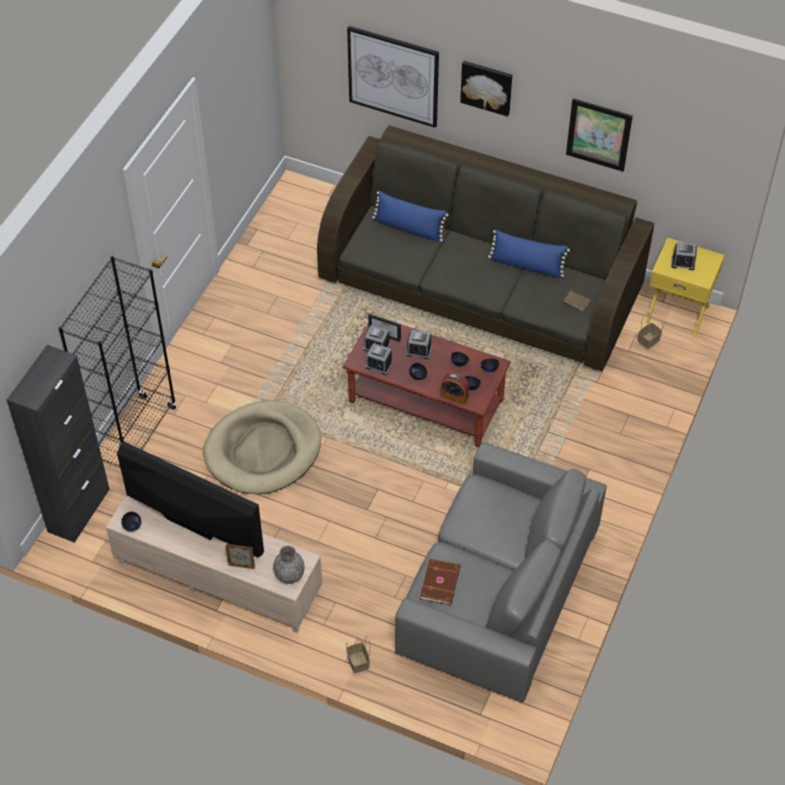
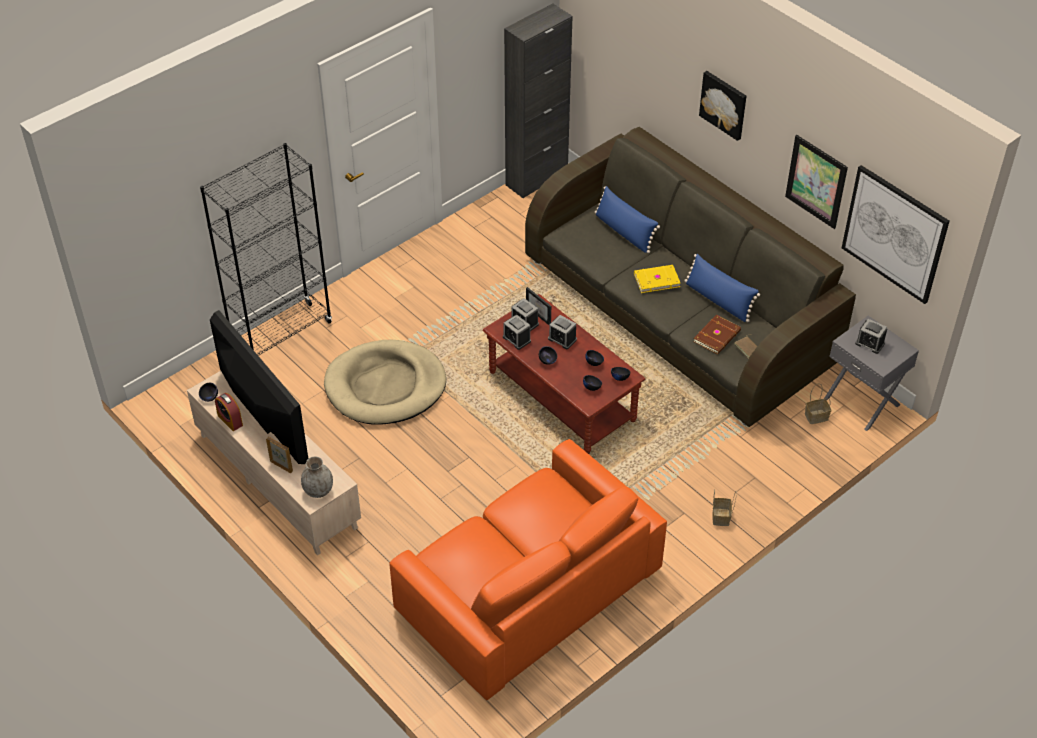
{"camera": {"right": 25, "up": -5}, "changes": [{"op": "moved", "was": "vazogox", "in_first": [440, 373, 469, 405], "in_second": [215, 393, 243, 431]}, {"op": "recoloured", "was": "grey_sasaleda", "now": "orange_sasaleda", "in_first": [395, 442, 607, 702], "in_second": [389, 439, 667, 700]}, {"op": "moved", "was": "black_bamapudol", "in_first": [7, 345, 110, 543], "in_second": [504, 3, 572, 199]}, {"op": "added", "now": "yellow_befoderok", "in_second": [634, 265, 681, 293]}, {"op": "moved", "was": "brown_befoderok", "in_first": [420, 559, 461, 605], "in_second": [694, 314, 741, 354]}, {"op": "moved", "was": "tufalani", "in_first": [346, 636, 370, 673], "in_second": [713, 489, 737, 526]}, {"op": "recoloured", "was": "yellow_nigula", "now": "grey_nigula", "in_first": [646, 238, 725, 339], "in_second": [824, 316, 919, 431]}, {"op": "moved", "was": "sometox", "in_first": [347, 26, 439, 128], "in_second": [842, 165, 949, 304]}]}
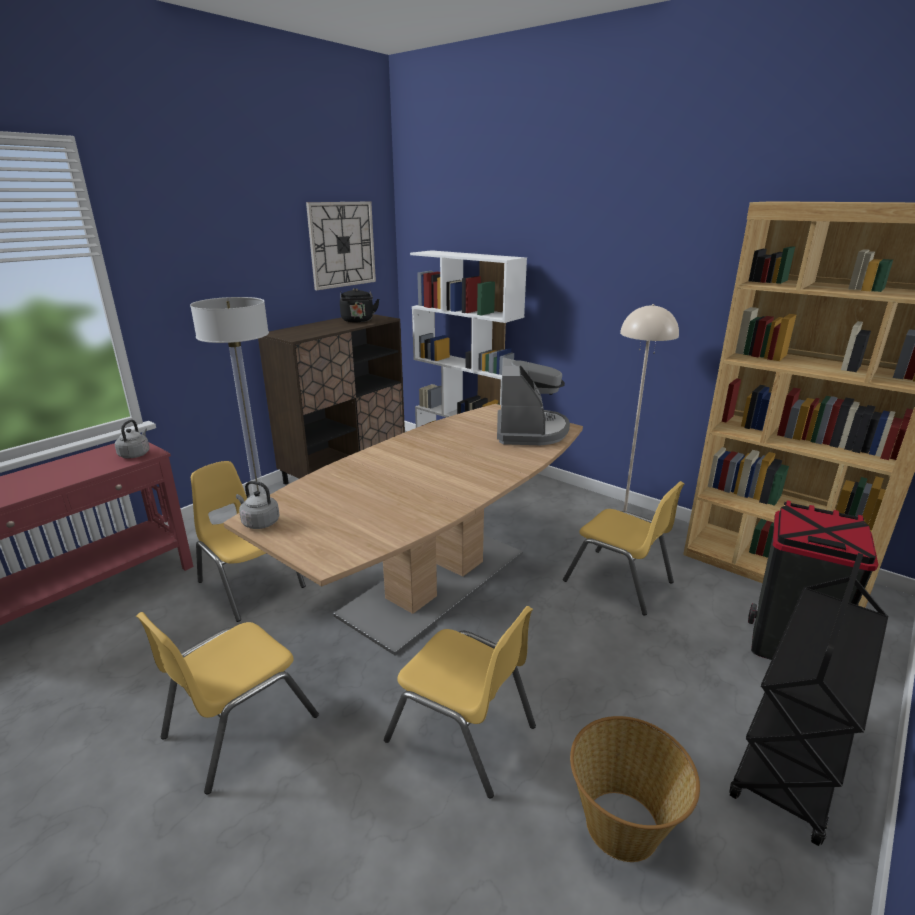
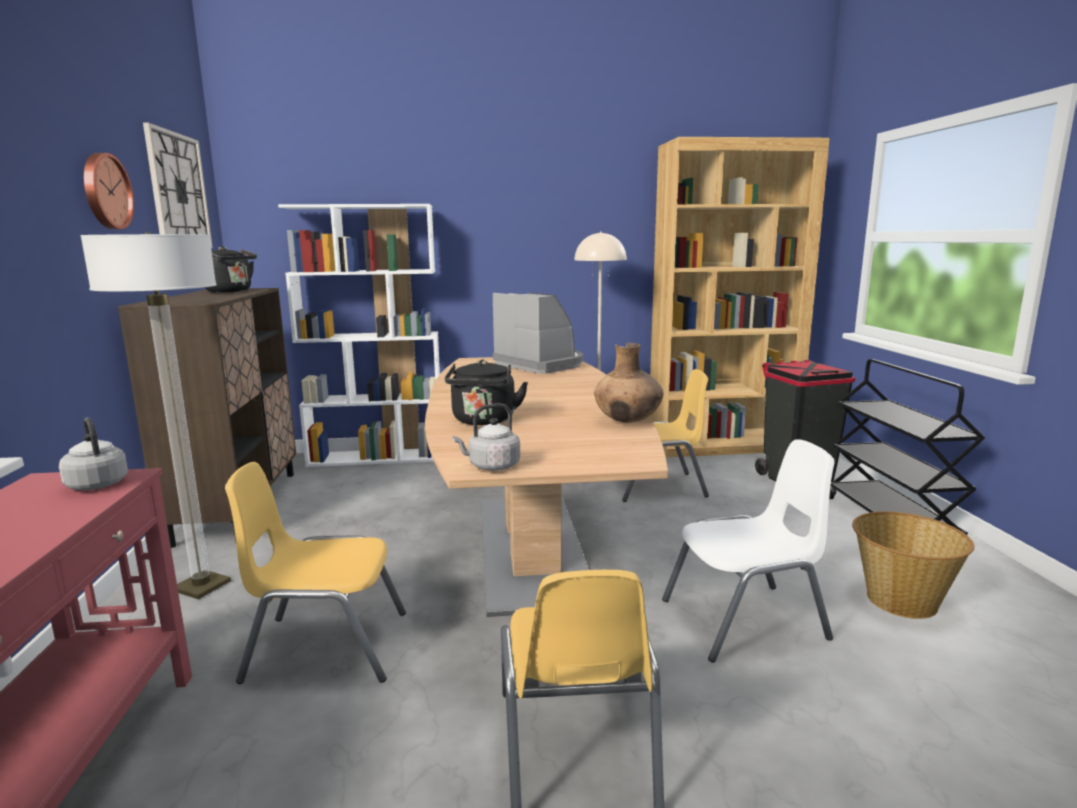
{"camera": {"right": -45, "up": -10}, "changes": [{"op": "added", "now": "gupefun", "in_second": [84, 153, 134, 229]}, {"op": "added", "now": "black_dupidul", "in_second": [445, 360, 528, 425]}, {"op": "added", "now": "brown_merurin", "in_second": [594, 343, 663, 423]}, {"op": "recoloured", "was": "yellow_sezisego", "now": "white_sezisego", "in_first": [384, 606, 536, 798], "in_second": [662, 440, 835, 663]}]}
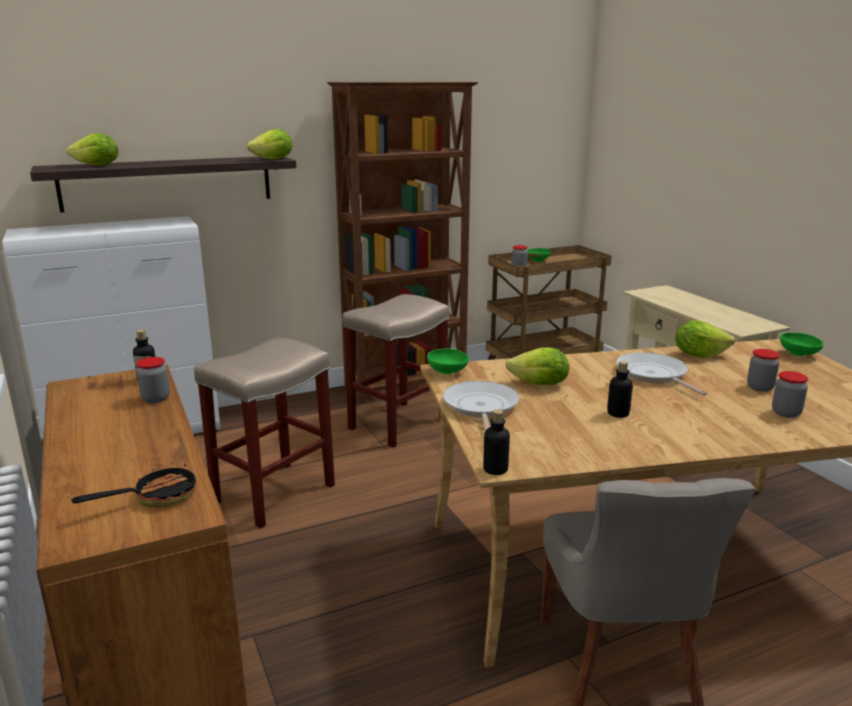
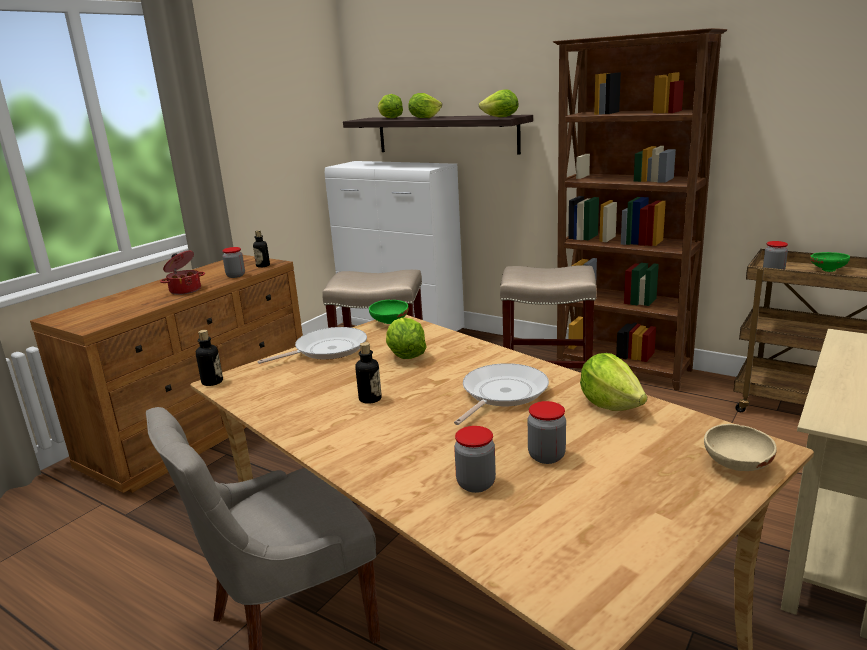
{"camera": {"right": 60, "up": 0}, "changes": [{"op": "added", "now": "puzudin", "in_second": [160, 251, 205, 295]}, {"op": "added", "now": "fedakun", "in_second": [408, 93, 442, 118]}, {"op": "recoloured", "was": "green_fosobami", "now": "beige_fosobami", "in_first": [780, 332, 824, 356], "in_second": [704, 424, 777, 471]}, {"op": "removed", "was": "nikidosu", "in_first": [71, 457, 197, 508]}]}
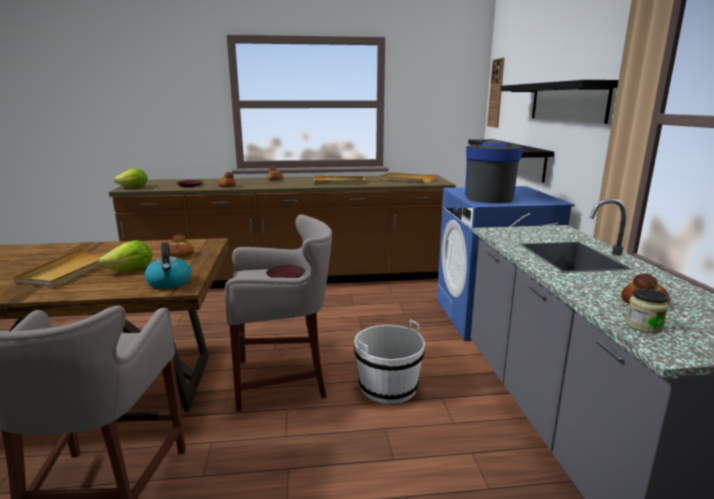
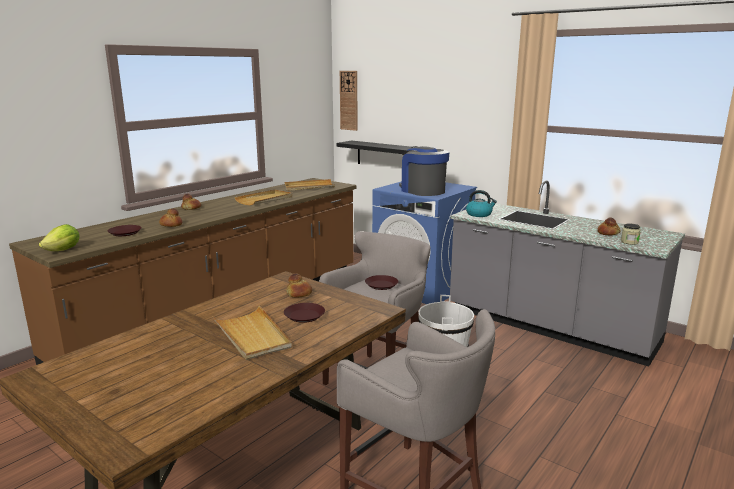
{"camera": {"right": -45, "up": 0}, "changes": [{"op": "replaced", "was": "fedakun", "now": "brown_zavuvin", "in_first": [98, 240, 152, 271], "in_second": [284, 303, 325, 323]}, {"op": "moved", "was": "dupidul", "in_first": [144, 242, 191, 289], "in_second": [466, 190, 497, 217]}, {"op": "removed", "was": "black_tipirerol", "in_first": [500, 80, 619, 124]}]}
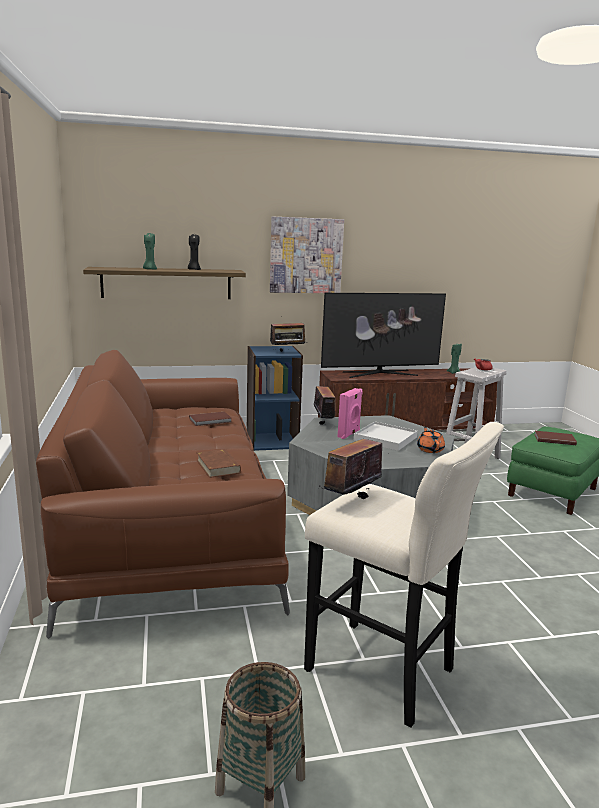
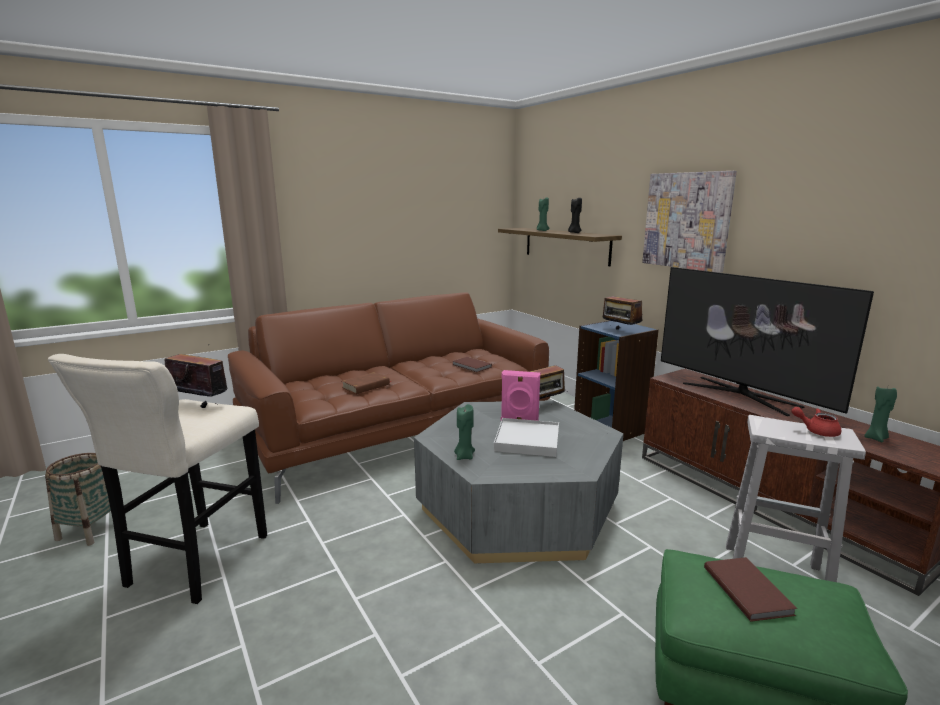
{"camera": {"right": 70, "up": 0}, "changes": [{"op": "added", "now": "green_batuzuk", "in_second": [454, 404, 475, 460]}, {"op": "removed", "was": "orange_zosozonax", "in_first": [417, 427, 445, 453]}]}
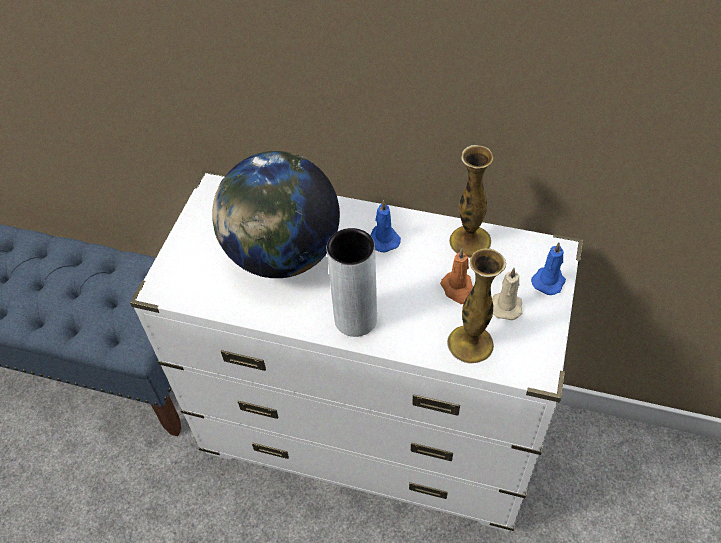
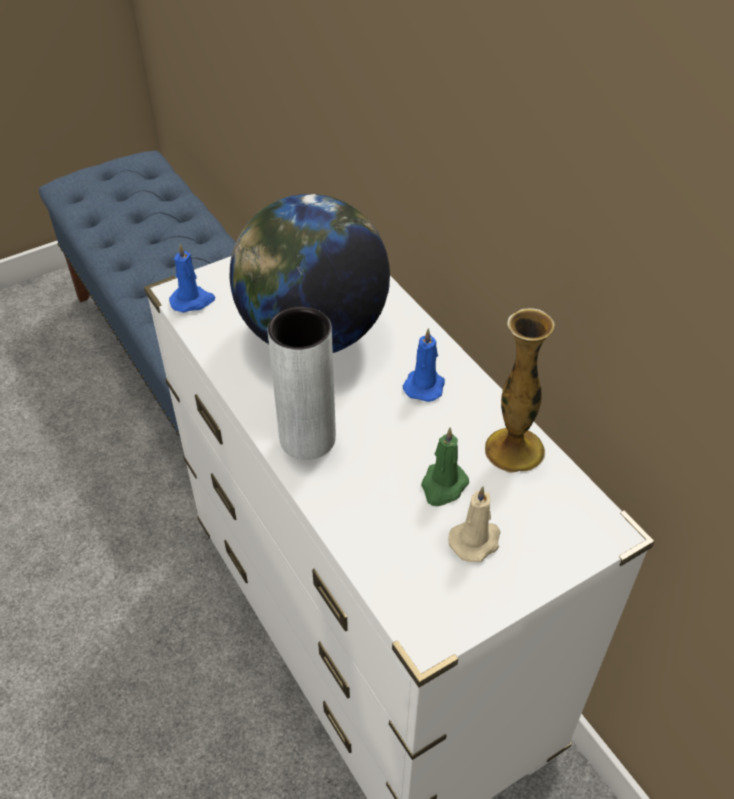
{"camera": {"right": 40, "up": -5}, "changes": [{"op": "moved", "was": "blue_batuzuk", "in_first": [531, 242, 566, 295], "in_second": [169, 243, 215, 313]}, {"op": "recoloured", "was": "orange_batuzuk", "now": "green_batuzuk", "in_first": [440, 249, 473, 304], "in_second": [421, 428, 469, 506]}, {"op": "removed", "was": "merurin", "in_first": [447, 248, 506, 364]}]}
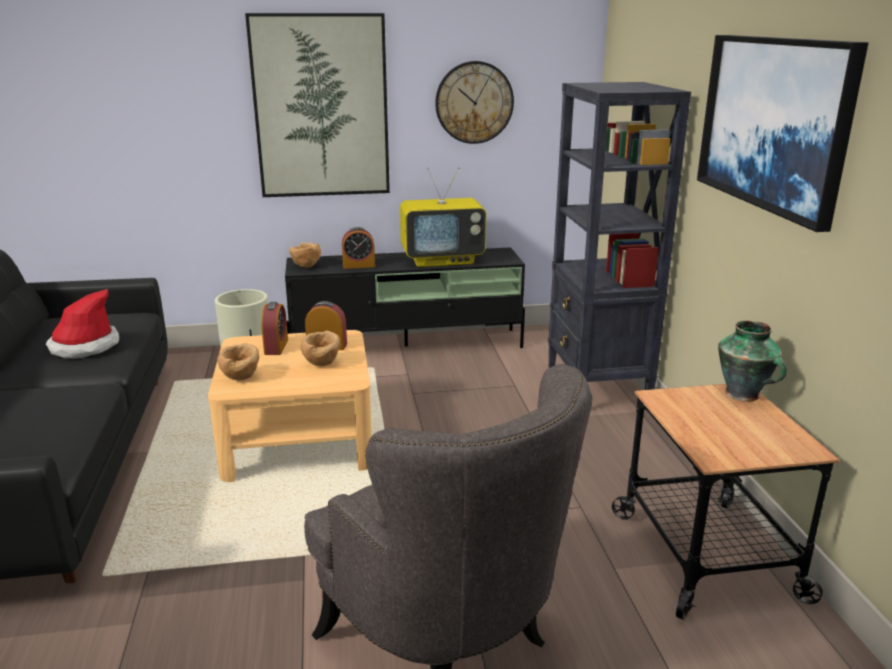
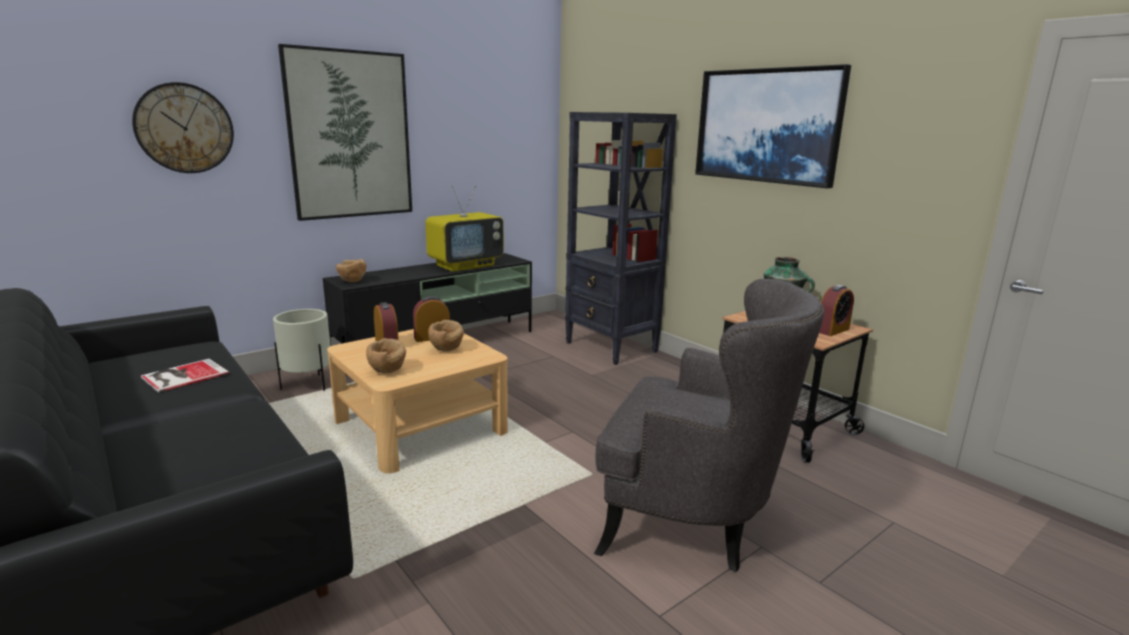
{"camera": {"right": -30, "up": -5}, "changes": [{"op": "moved", "was": "gupefun", "in_first": [435, 61, 514, 144], "in_second": [132, 82, 234, 173]}, {"op": "replaced", "was": "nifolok", "now": "befoderok", "in_first": [46, 289, 119, 359], "in_second": [141, 359, 229, 393]}, {"op": "moved", "was": "vazogox", "in_first": [342, 227, 375, 269], "in_second": [819, 285, 854, 336]}]}
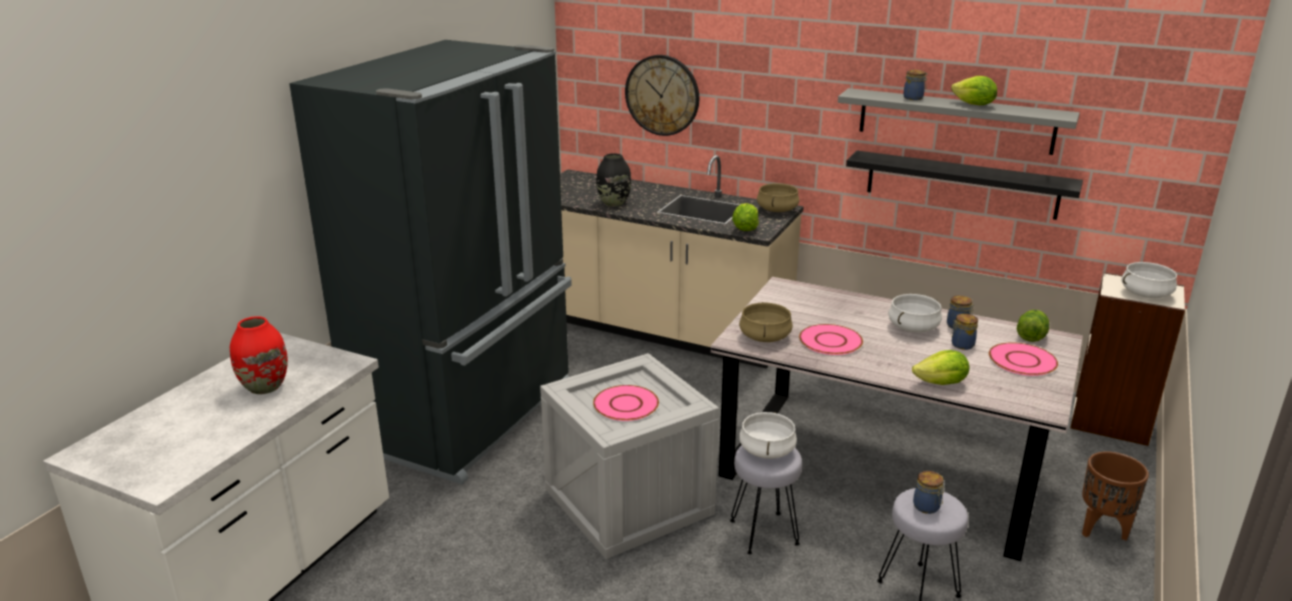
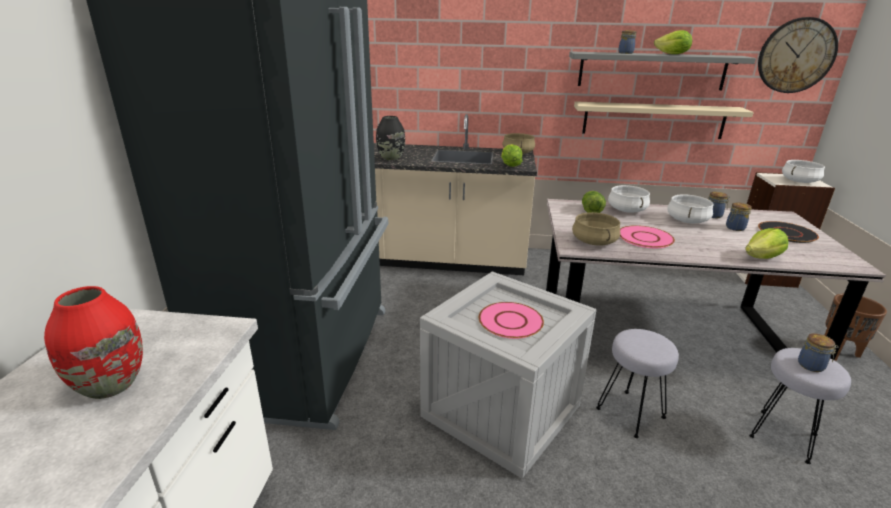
{"camera": {"right": -20, "up": 0}, "changes": [{"op": "recoloured", "was": "black_tipirerol", "now": "beige_tipirerol", "in_first": [846, 150, 1083, 220], "in_second": [574, 101, 754, 139]}, {"op": "moved", "was": "fedakun", "in_first": [1017, 310, 1049, 342], "in_second": [582, 191, 606, 213]}, {"op": "moved", "was": "white_puzudin", "in_first": [739, 412, 797, 459], "in_second": [608, 185, 650, 213]}, {"op": "moved", "was": "gupefun", "in_first": [625, 55, 699, 136], "in_second": [758, 17, 838, 93]}, {"op": "recoloured", "was": "pink_zavuvin", "now": "black_zavuvin", "in_first": [989, 342, 1058, 376], "in_second": [758, 221, 819, 243]}]}
